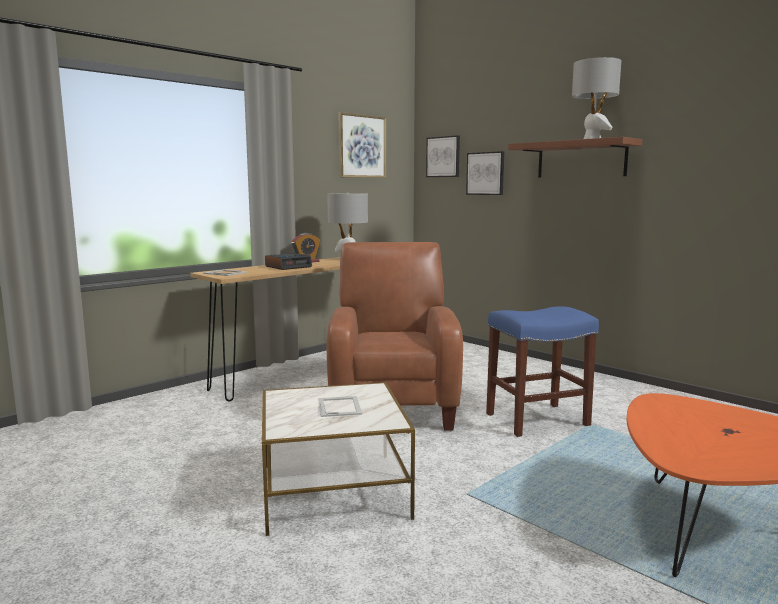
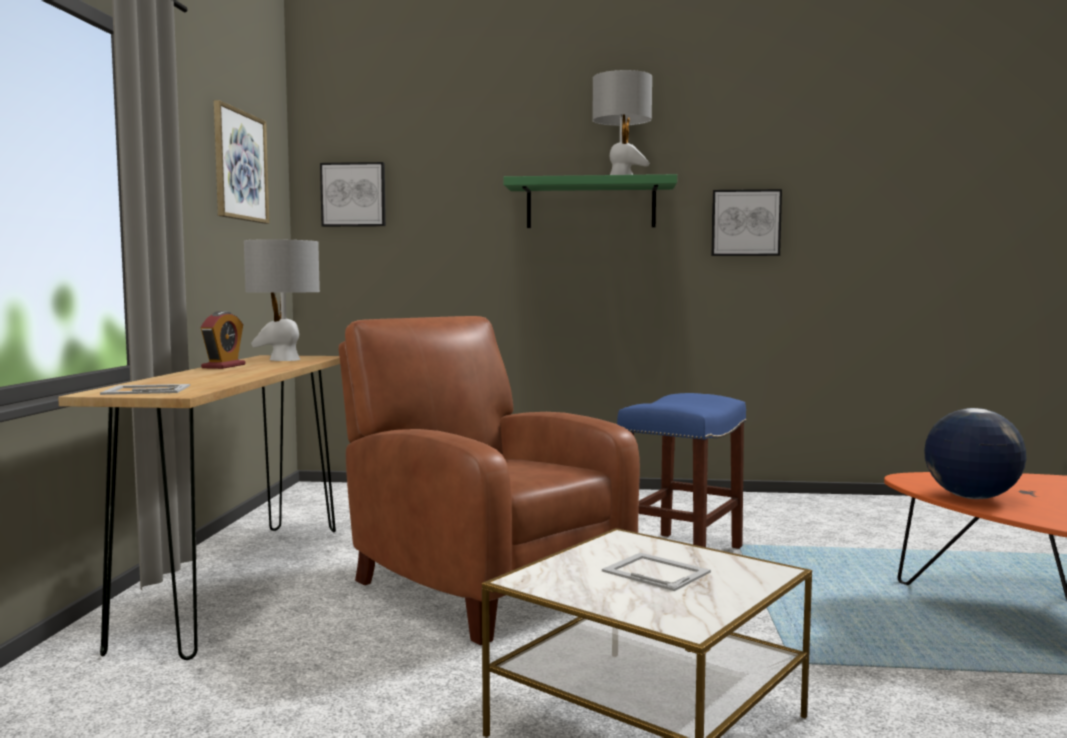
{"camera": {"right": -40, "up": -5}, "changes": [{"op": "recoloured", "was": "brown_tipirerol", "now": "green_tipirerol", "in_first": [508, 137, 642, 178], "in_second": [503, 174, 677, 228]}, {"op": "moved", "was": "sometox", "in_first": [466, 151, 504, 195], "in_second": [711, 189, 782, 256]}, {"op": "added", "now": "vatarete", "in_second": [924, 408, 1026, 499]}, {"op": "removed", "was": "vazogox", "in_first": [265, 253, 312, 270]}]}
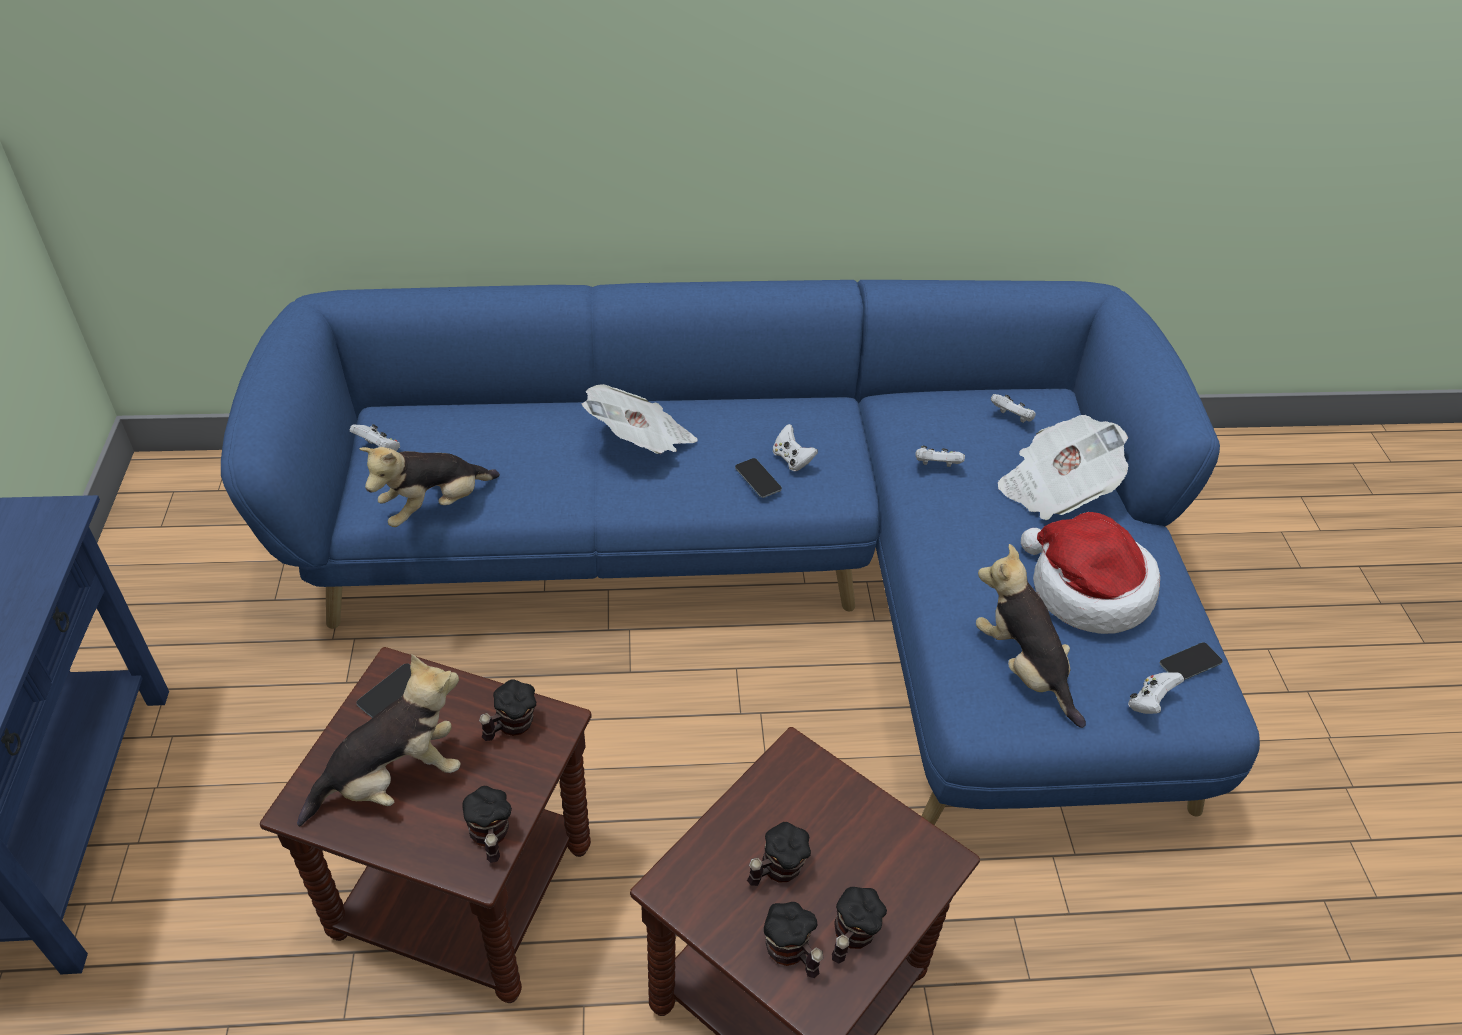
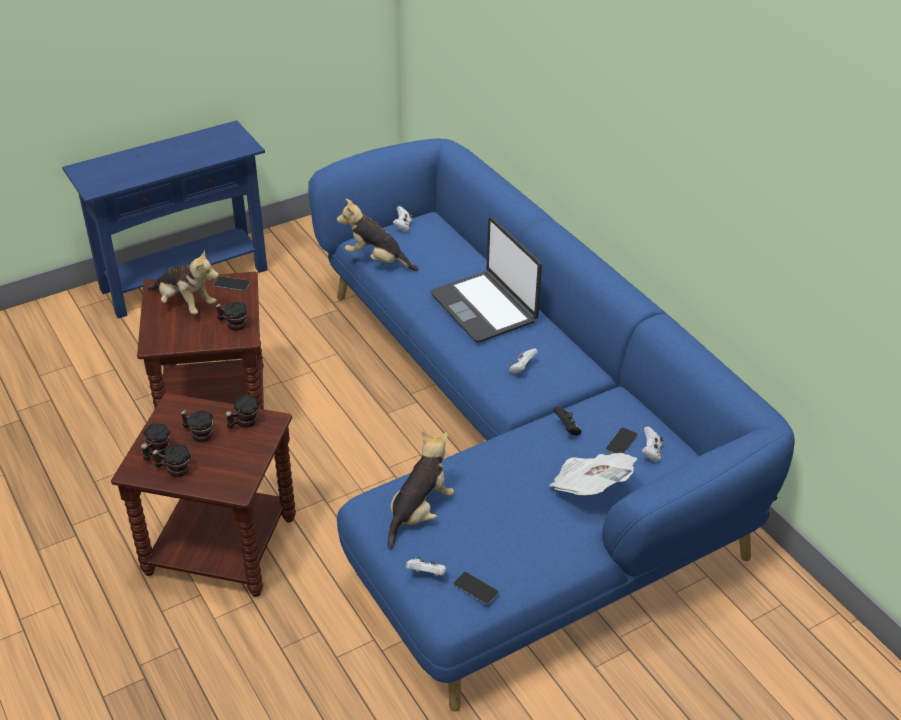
{"camera": {"right": 65, "up": -5}, "changes": [{"op": "moved", "was": "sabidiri", "in_first": [462, 786, 512, 863], "in_second": [225, 395, 258, 428]}, {"op": "replaced", "was": "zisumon", "now": "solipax", "in_first": [582, 384, 698, 454], "in_second": [431, 217, 542, 342]}, {"op": "recoloured", "was": "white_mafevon", "now": "black_mafevon", "in_first": [915, 446, 965, 467], "in_second": [553, 407, 582, 436]}, {"op": "moved", "was": "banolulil", "in_first": [735, 458, 782, 498], "in_second": [606, 428, 637, 454]}, {"op": "removed", "was": "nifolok", "in_first": [1021, 512, 1160, 634]}]}
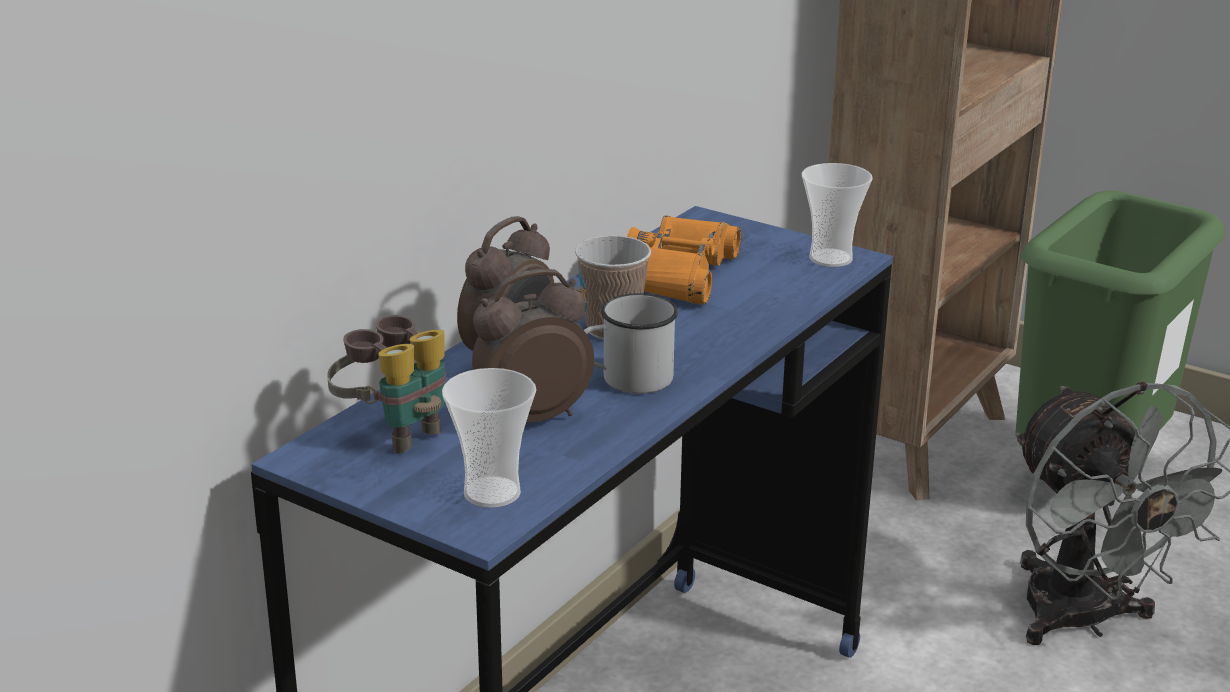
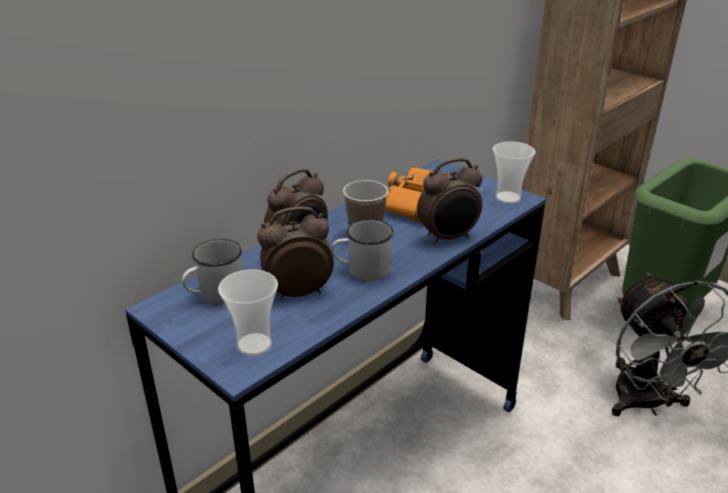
{"camera": {"right": 10, "up": 5}, "changes": [{"op": "replaced", "was": "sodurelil", "now": "white_sabidiri", "in_first": [327, 315, 446, 454], "in_second": [182, 239, 242, 304]}, {"op": "added", "now": "vazogox", "in_second": [417, 158, 482, 245]}]}
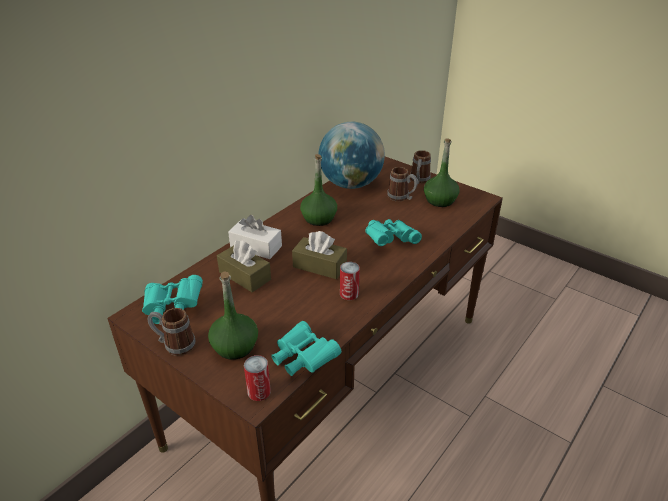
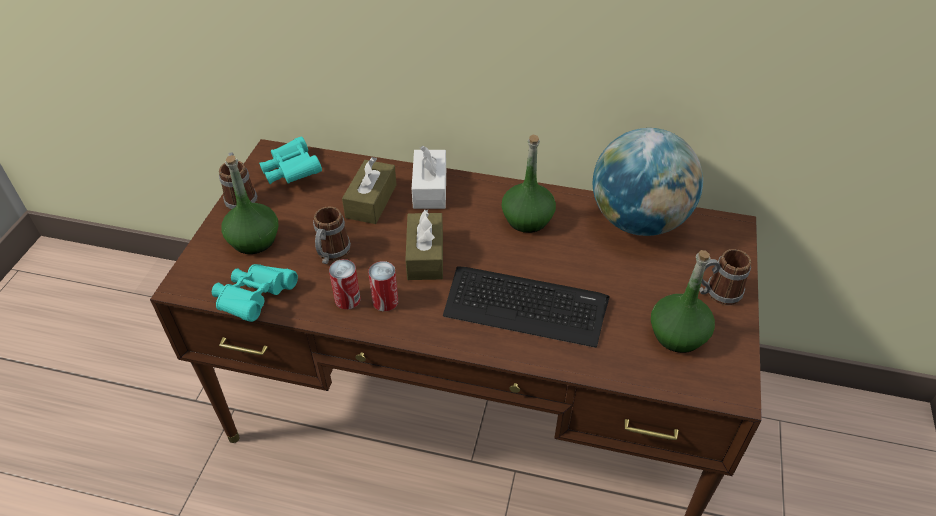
{"camera": {"right": 65, "up": 10}, "changes": [{"op": "moved", "was": "sabidiri", "in_first": [387, 167, 418, 201], "in_second": [313, 206, 351, 264]}, {"op": "moved", "was": "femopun", "in_first": [244, 355, 271, 401], "in_second": [329, 259, 361, 310]}, {"op": "replaced", "was": "turquoise_sodurelil", "now": "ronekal", "in_first": [365, 219, 422, 246], "in_second": [443, 266, 609, 348]}]}
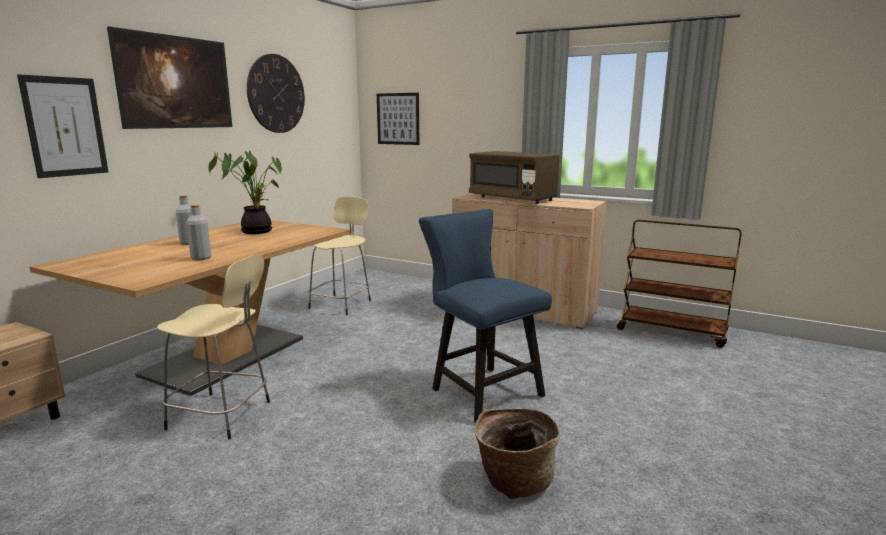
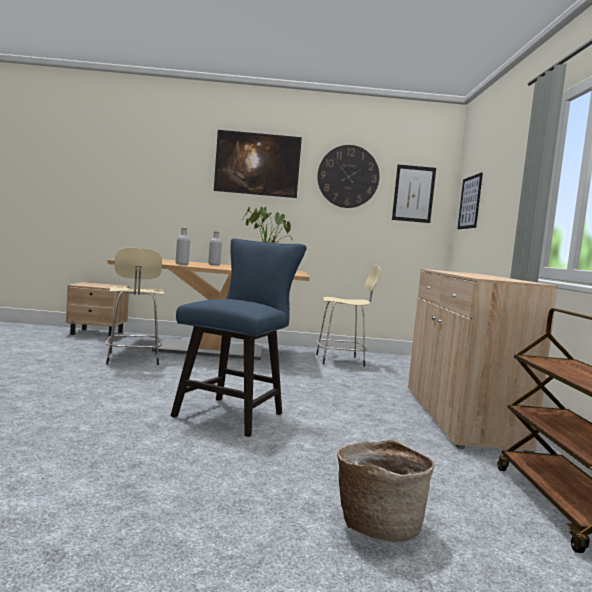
{"camera": {"right": 60, "up": -10}, "changes": [{"op": "moved", "was": "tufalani", "in_first": [474, 408, 560, 499], "in_second": [337, 439, 434, 542]}, {"op": "moved", "was": "sometox", "in_first": [17, 74, 108, 178], "in_second": [392, 164, 436, 223]}, {"op": "removed", "was": "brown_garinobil", "in_first": [469, 151, 560, 204]}]}
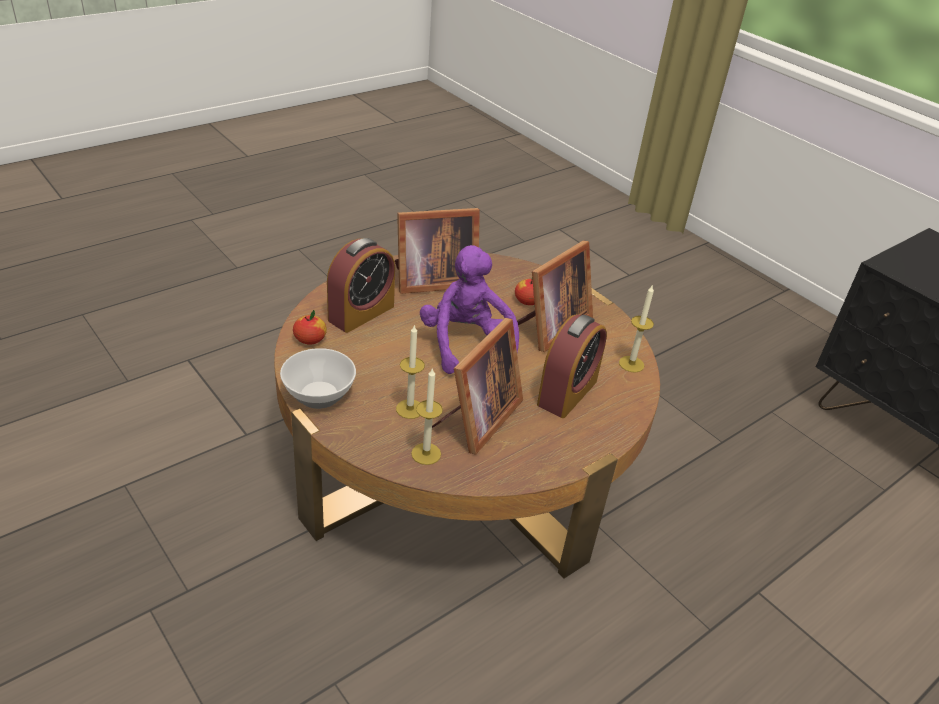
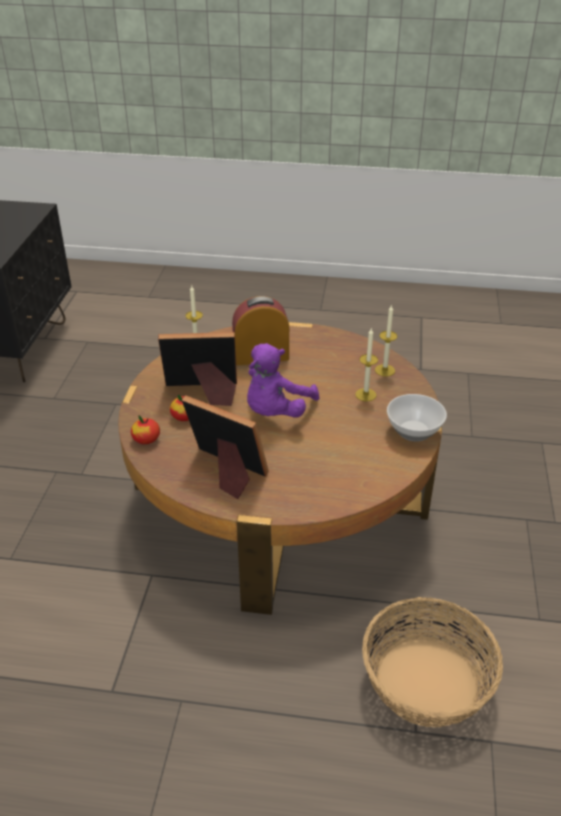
{"camera": {"right": -130, "up": 0}, "changes": [{"op": "moved", "was": "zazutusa", "in_first": [293, 310, 327, 345], "in_second": [131, 415, 160, 444]}, {"op": "added", "now": "tufalani", "in_second": [362, 597, 503, 727]}, {"op": "removed", "was": "vazogox", "in_first": [327, 238, 395, 333]}, {"op": "removed", "was": "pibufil", "in_first": [432, 318, 523, 455]}]}
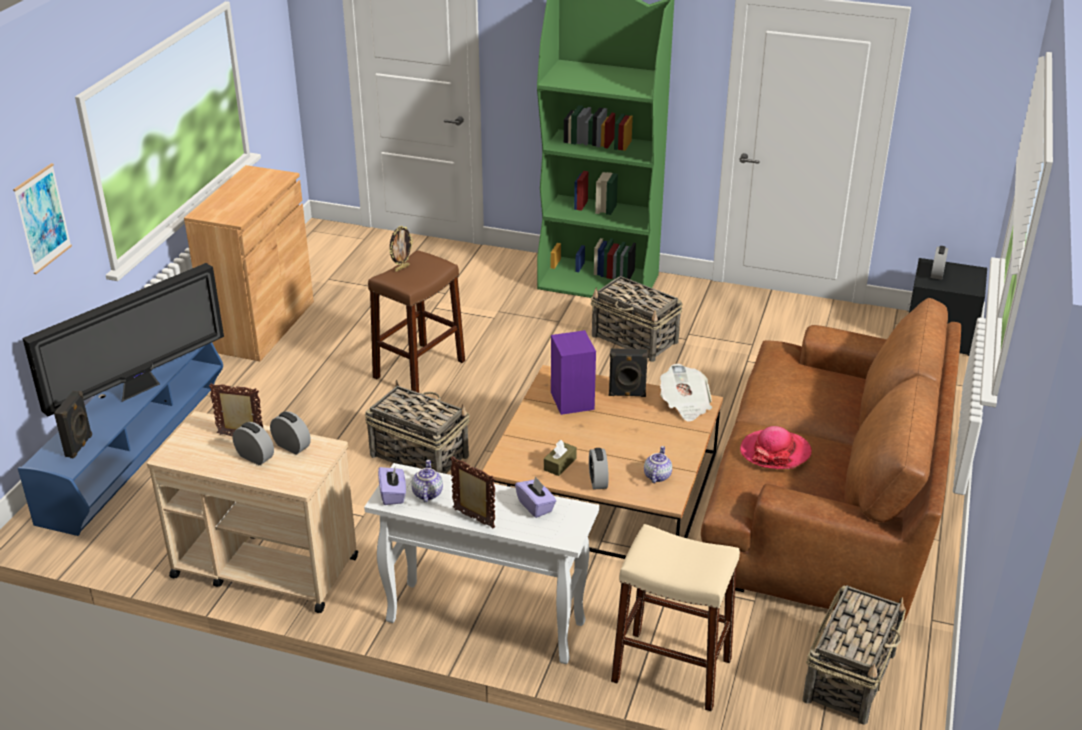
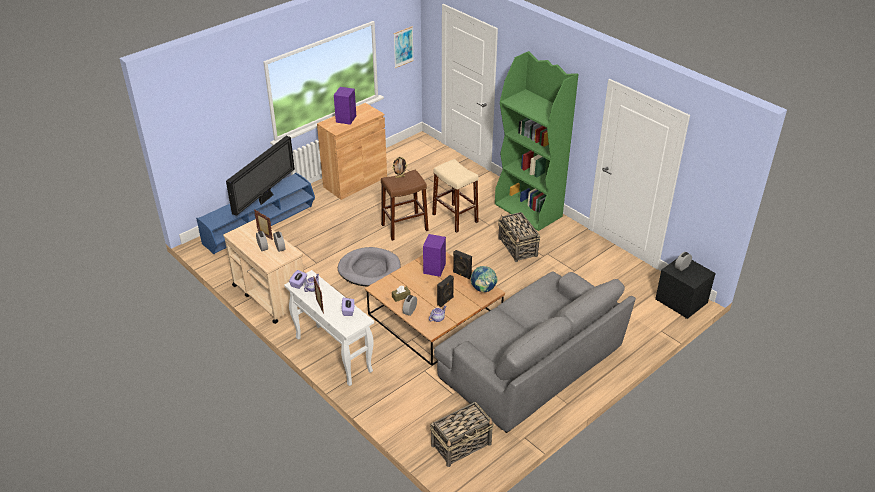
{"camera": {"right": 30, "up": 5}, "changes": [{"op": "turned", "was": "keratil", "in_first": [23, 263, 224, 416], "in_second": [226, 136, 295, 216], "clockwise": -45}, {"op": "added", "now": "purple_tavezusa", "in_second": [334, 87, 356, 125]}, {"op": "replaced", "was": "tufalani", "now": "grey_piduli", "in_first": [365, 380, 470, 474], "in_second": [338, 247, 400, 286]}, {"op": "moved", "was": "sometox", "in_first": [13, 163, 72, 274], "in_second": [394, 26, 414, 68]}, {"op": "moved", "was": "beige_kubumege", "in_first": [611, 524, 740, 711], "in_second": [432, 159, 479, 233]}, {"op": "recoloured", "was": "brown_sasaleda", "now": "grey_sasaleda", "in_first": [701, 298, 961, 620], "in_second": [434, 271, 636, 433]}, {"op": "moved", "was": "black_tavezusa", "in_first": [54, 391, 92, 459], "in_second": [437, 275, 454, 307]}, {"op": "replaced", "was": "zisumon", "now": "vatarete", "in_first": [660, 364, 712, 422], "in_second": [471, 266, 498, 292]}, {"op": "removed", "was": "nifolok", "in_first": [740, 426, 812, 469]}]}
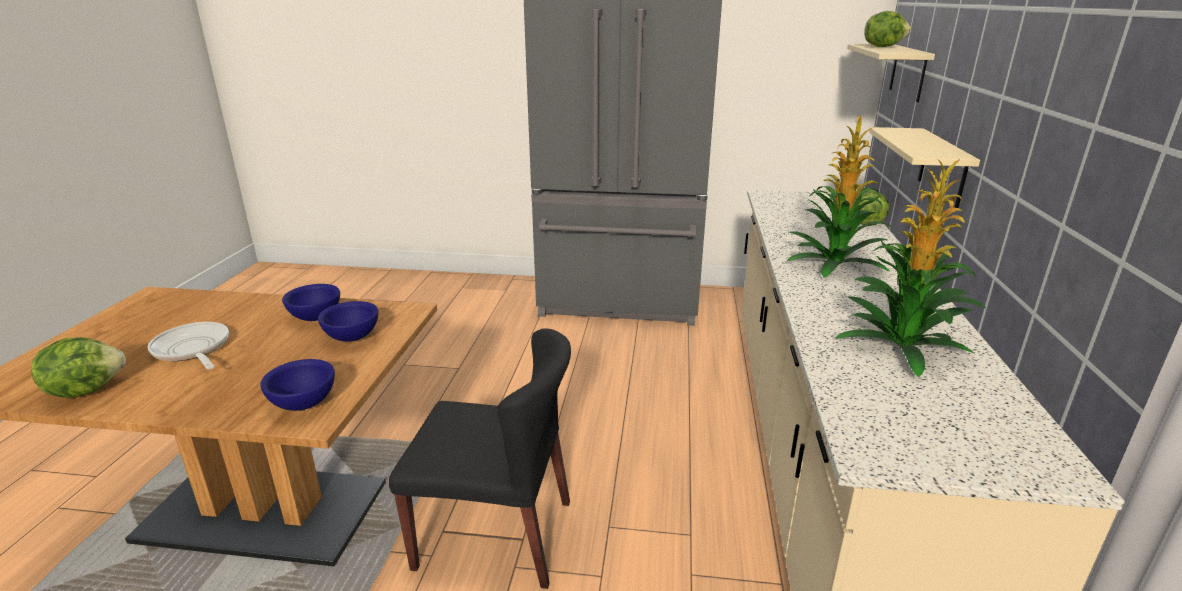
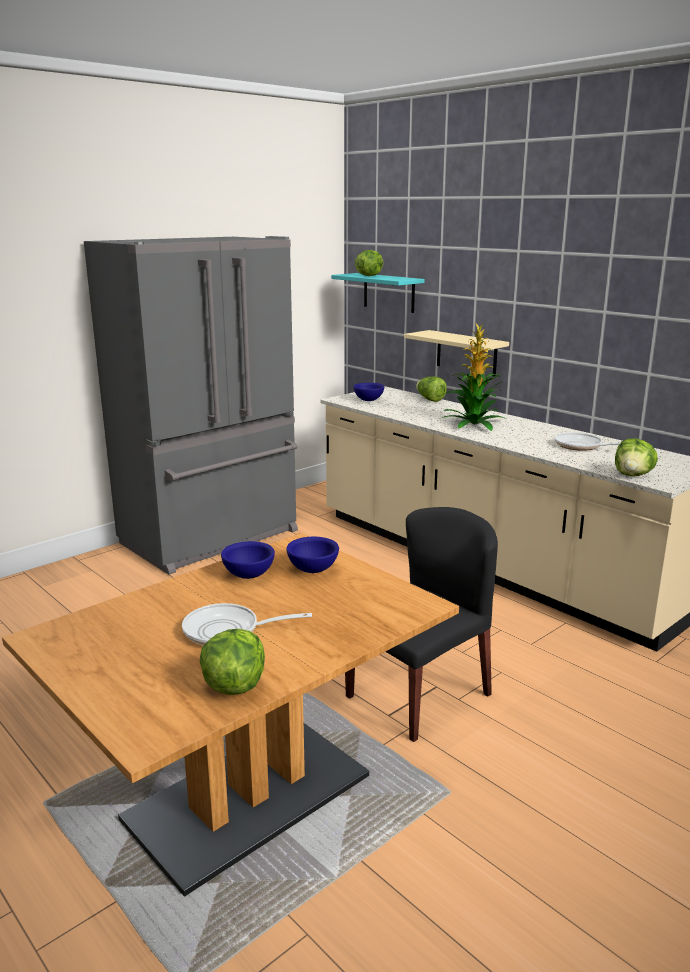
{"camera": {"right": -50, "up": -5}, "changes": [{"op": "recoloured", "was": "beige_tipirerol", "now": "turquoise_tipirerol", "in_first": [847, 44, 935, 102], "in_second": [331, 273, 425, 313]}, {"op": "moved", "was": "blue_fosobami", "in_first": [260, 359, 335, 411], "in_second": [353, 383, 384, 401]}, {"op": "replaced", "was": "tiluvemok", "now": "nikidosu", "in_first": [835, 159, 986, 377], "in_second": [554, 432, 620, 451]}, {"op": "added", "now": "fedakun", "in_second": [615, 438, 658, 476]}]}
